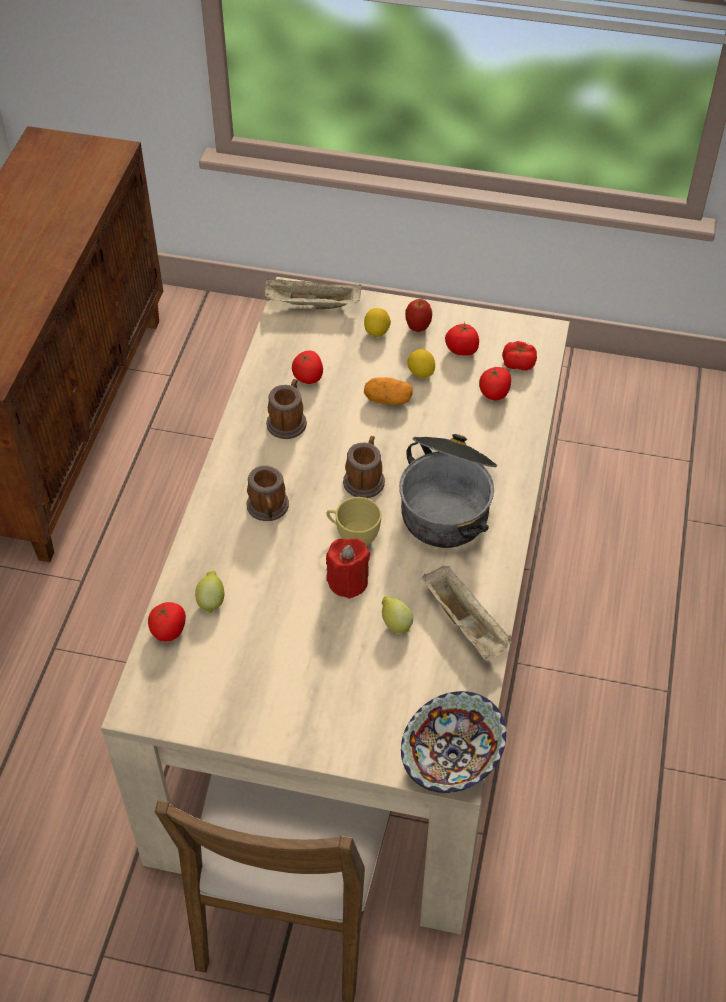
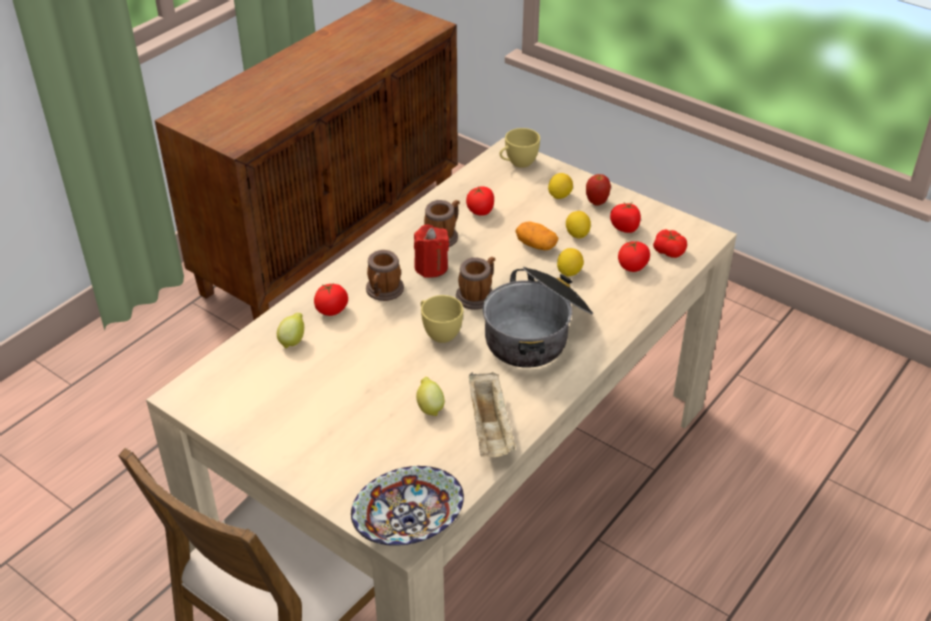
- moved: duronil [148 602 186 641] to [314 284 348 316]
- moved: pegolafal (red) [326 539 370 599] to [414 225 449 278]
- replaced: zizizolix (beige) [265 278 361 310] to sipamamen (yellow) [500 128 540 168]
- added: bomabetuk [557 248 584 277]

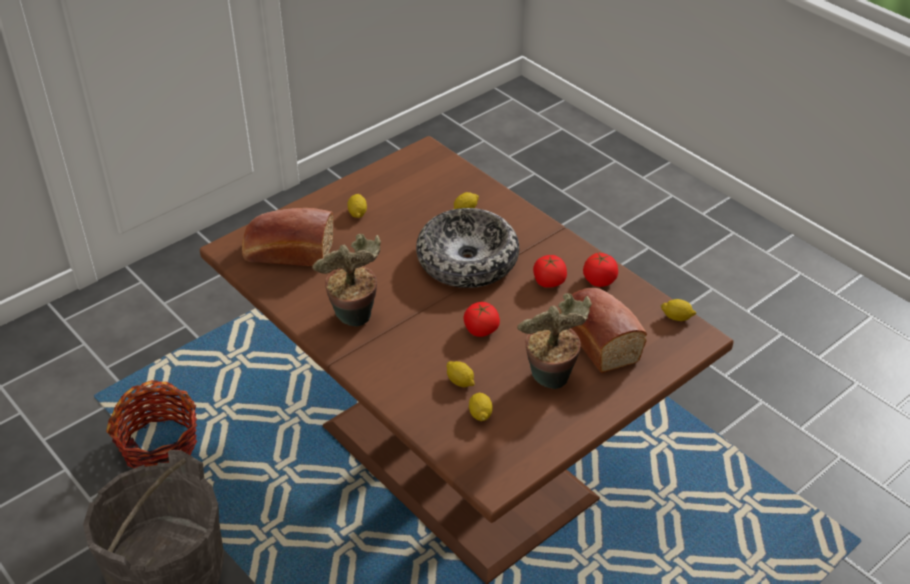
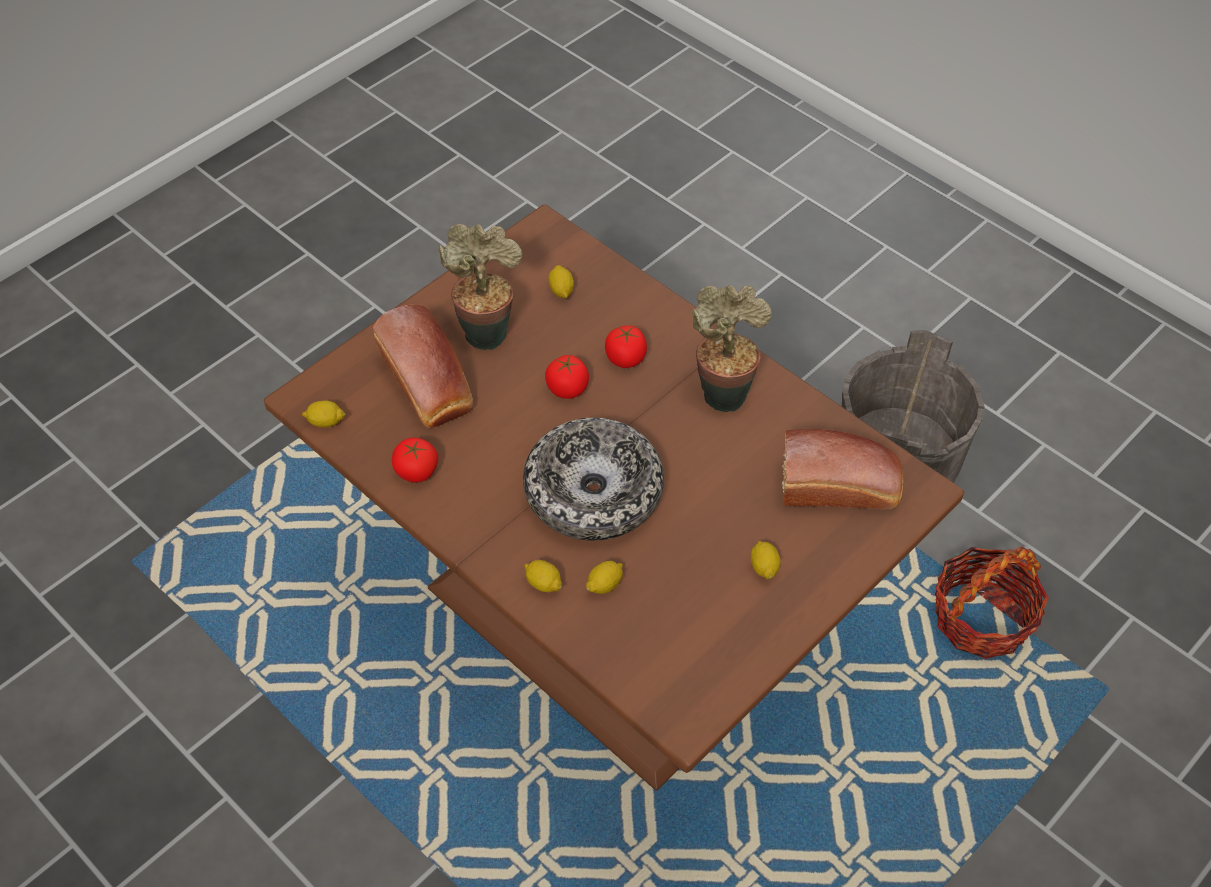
- moved: bomabetuk [446 361 475 387] to [524 560 562 592]
- moved: duronil [533 255 567 288] to [605 325 647 368]

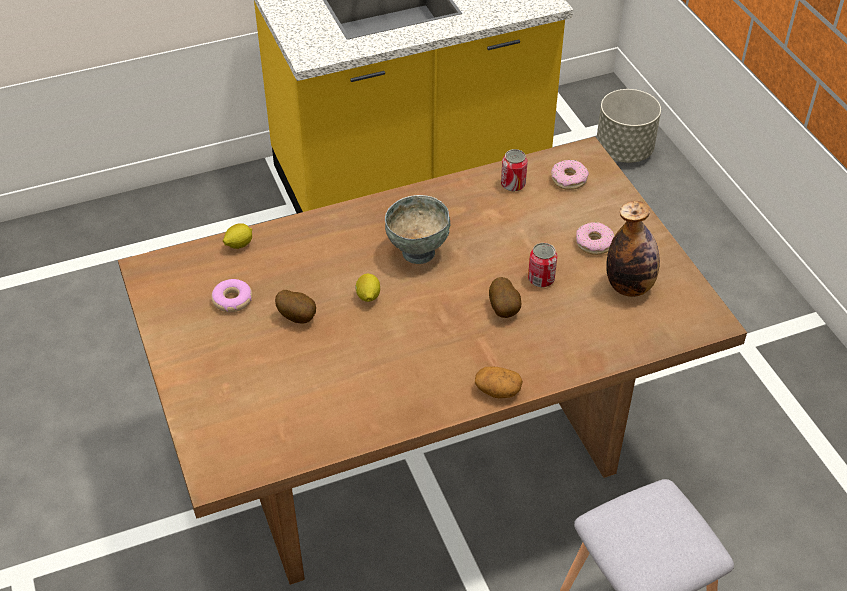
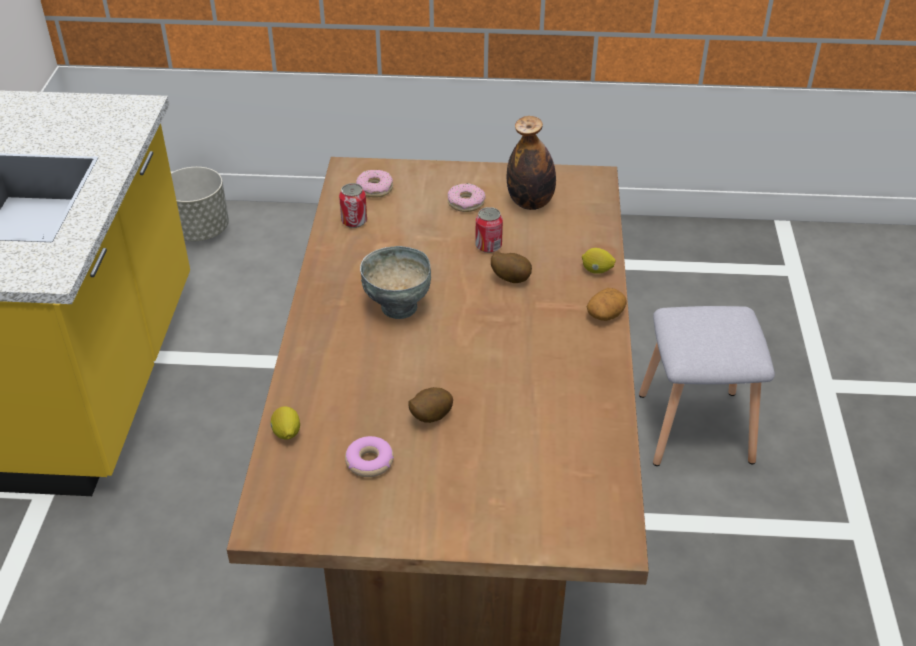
- moved: bomabetuk [355 274 380 302] to [582 248 616 274]

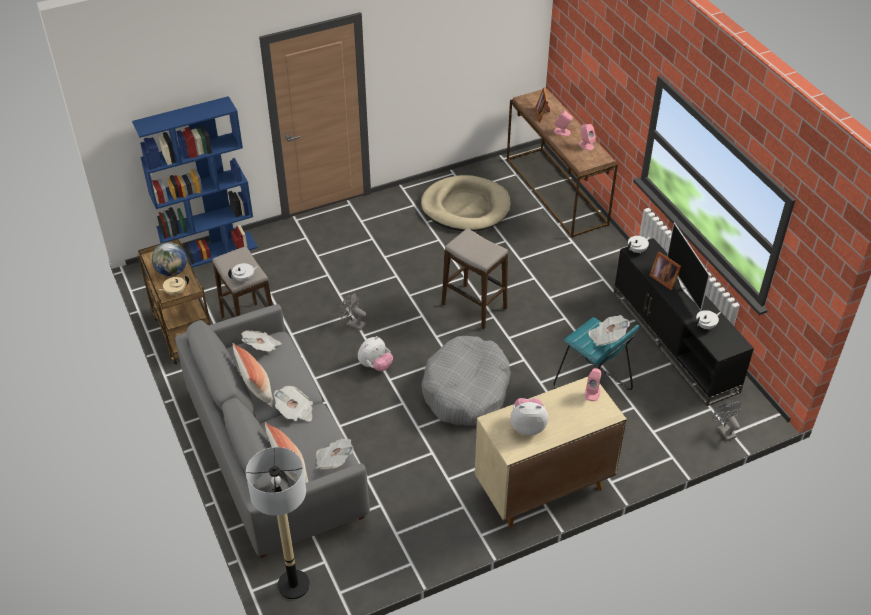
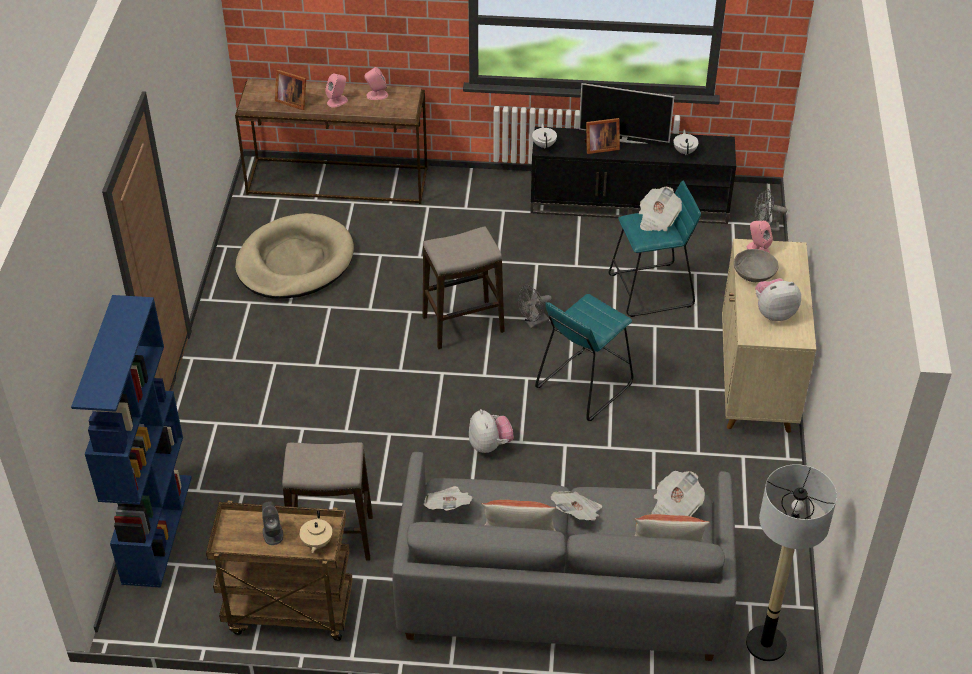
- replaced: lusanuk [152 242 187 277] to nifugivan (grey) [262 501 283 545]
- moved: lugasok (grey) [339 293 366 331] to [518 285 552 328]
- replaced: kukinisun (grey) [421 336 511 426] to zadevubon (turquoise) [535 294 633 421]
- added: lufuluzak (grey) [734 249 779 282]
- turned: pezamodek [510 398 548 436] = [755 278 801 321] 45 degrees clockwise
- removed: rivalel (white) [228 263 259 282]

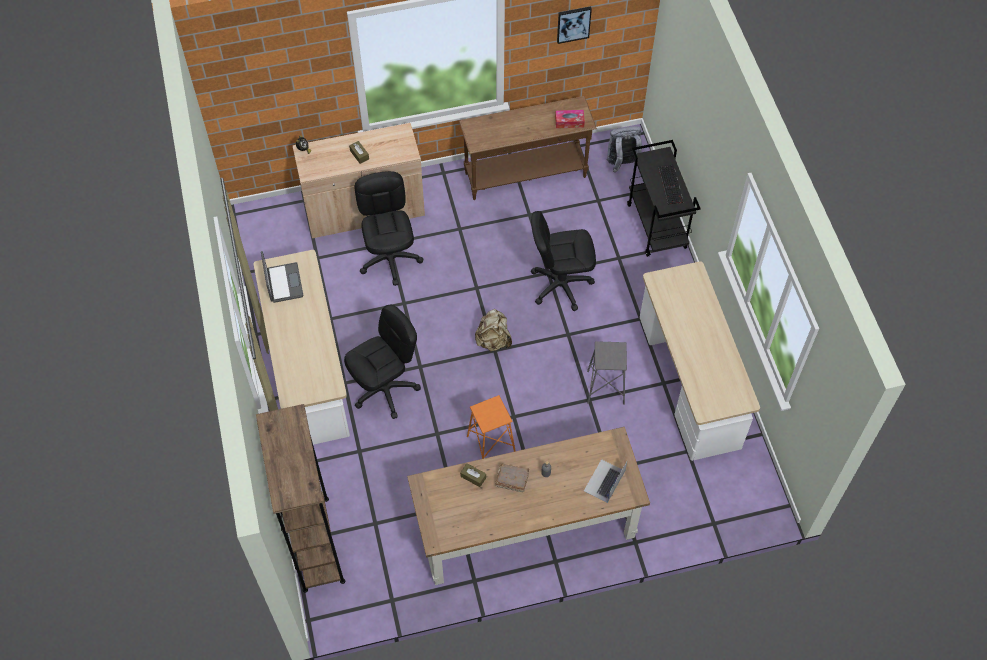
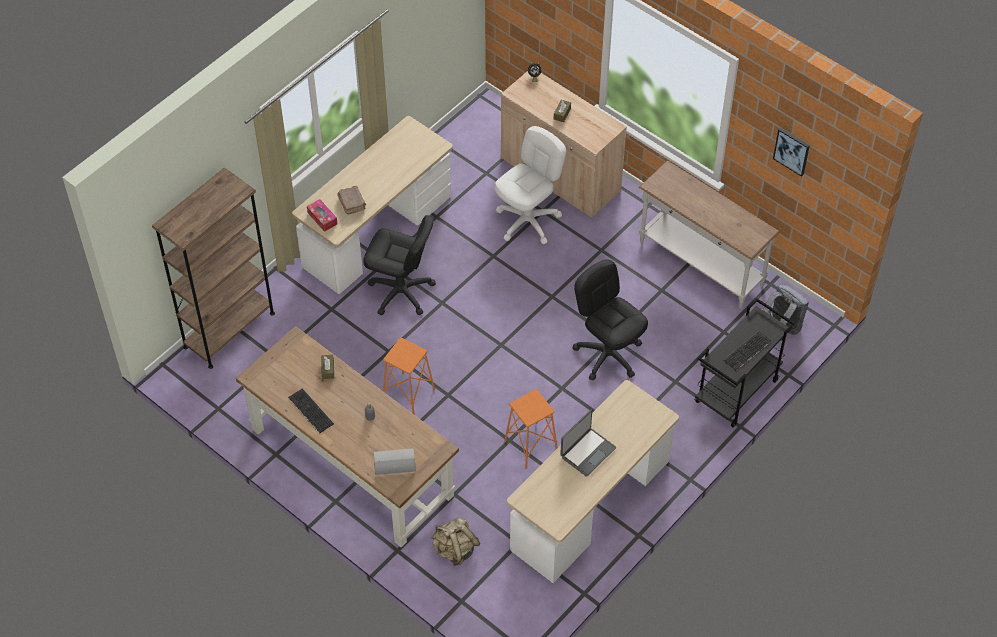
- added: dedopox [288 388 334 433]
- moved: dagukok [555 110 585 128] to [307 199 337 232]
- moved: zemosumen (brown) [495 464 529 492] to [338 186 366 215]
- moved: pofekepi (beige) [475 309 512 352] to [431 518 481 566]
- recoloured: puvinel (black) [354 171 423 286] to puvinel (white) [494 126 566 245]
- recoloured: zadevubon (grey) [587 341 627 405] to zadevubon (orange) [504 389 557 469]
- moved: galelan [261 251 303 303] to [560 410 616 477]
- recoloured: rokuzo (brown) [459 96 597 200] to rokuzo (white) [639 161 779 309]

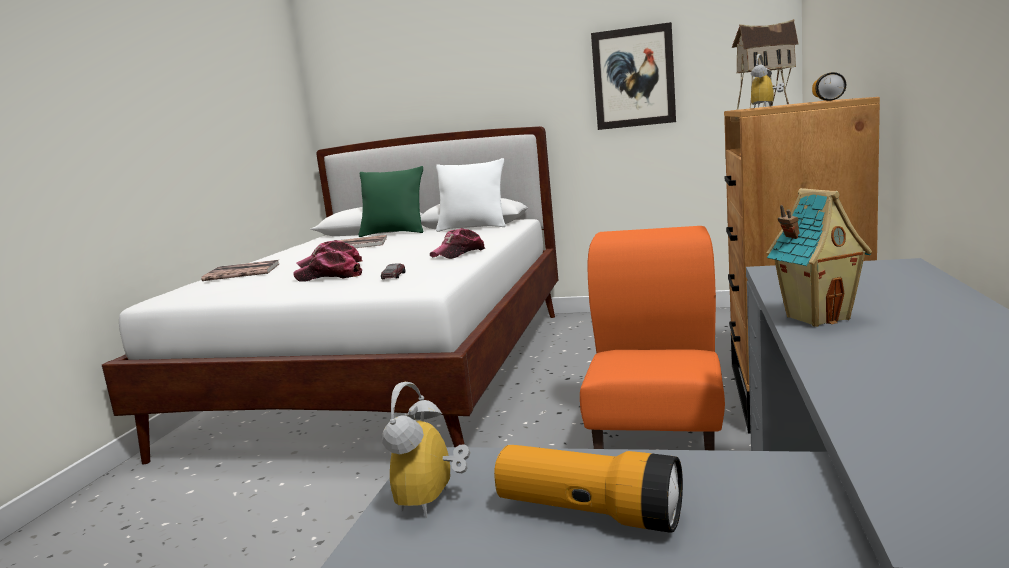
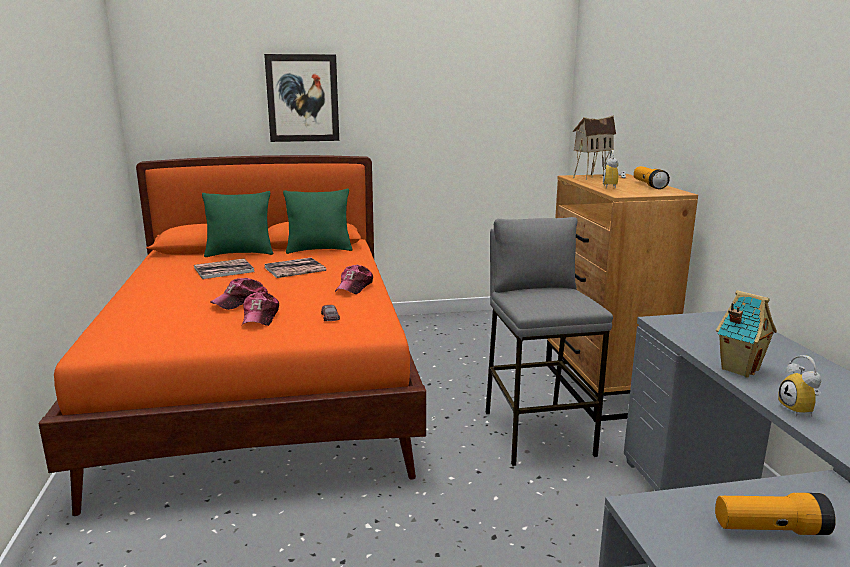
- recoloured: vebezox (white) [102 126 558 464] to vebezox (orange) [38 155 426 516]
- turned: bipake [294 250 362 282] = [242 291 279 326] 75 degrees counterclockwise
- moved: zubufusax [591 22 676 130] to [264 54 339 142]
- moved: zemosumen [201 260 279 281] to [264 258 326 278]
- recoloured: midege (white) [436 158 506 232] to midege (green) [283 189 352 254]
- replaced: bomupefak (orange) [580 226 725 450] to zadevubon (grey) [486 217 613 466]
- moved: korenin [381 382 470 518] to [778 355 821 417]

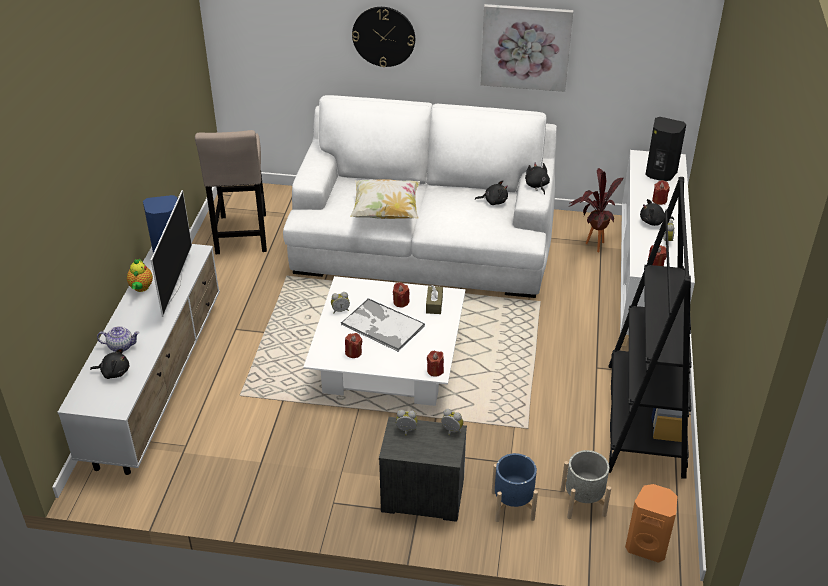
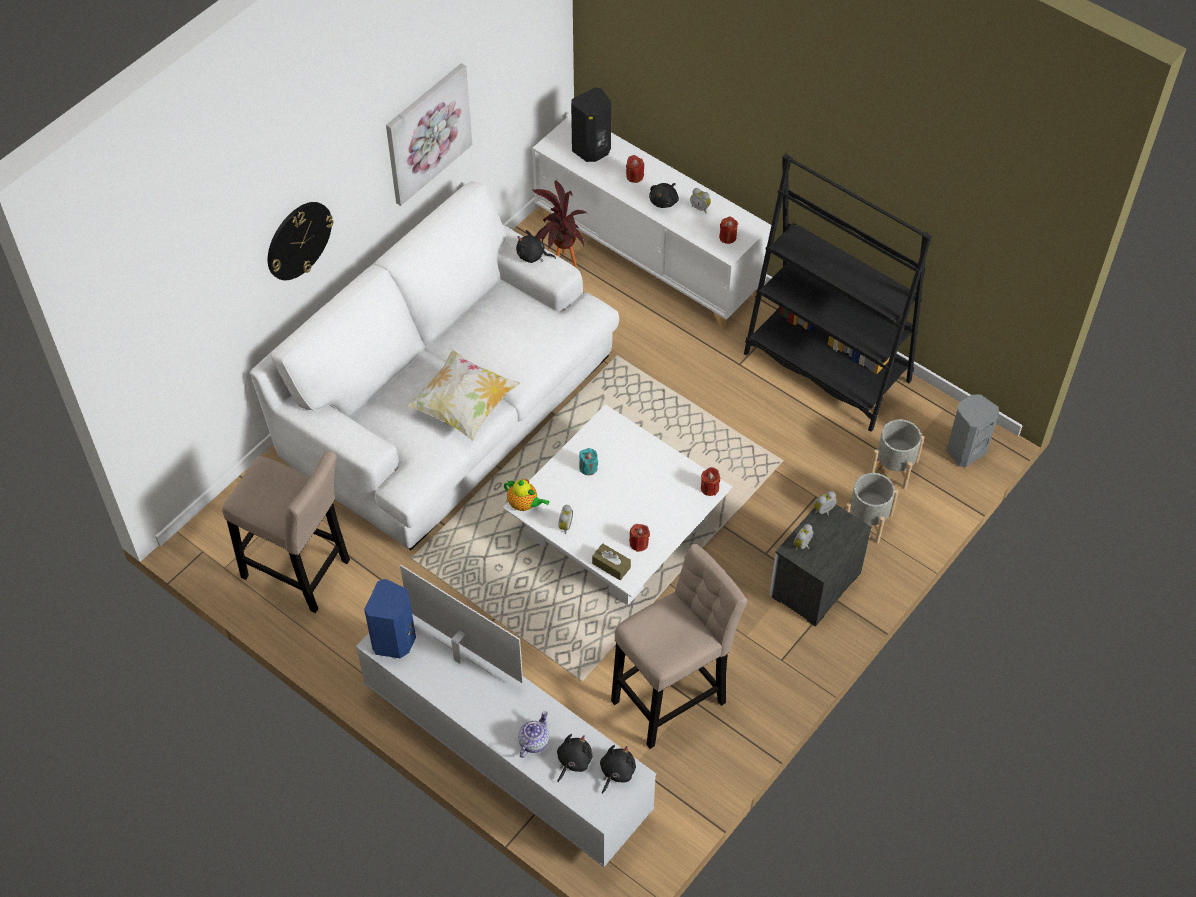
- moved: rivalel [127 259 153 292] to [504 479 549 511]
- recoloured: pegolafal (red) [393 282 410 307] to pegolafal (turquoise) [579 448 598 475]
- moved: dagukok (brown) [426 285 443 314] to [592 543 631 580]
- moved: pezamodek (black) [475 180 508 205] to [600 745 636 794]
- added: zadevubon (beige) [611 544 747 749]
- recoloured: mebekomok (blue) [492 453 538 522] to mebekomok (grey) [845 473 899 544]
- recoloured: nifugivan (orange) [625 484 678 563] to nifugivan (grey) [946 394 999 467]
- removed: zizizolix [341 298 425 352]

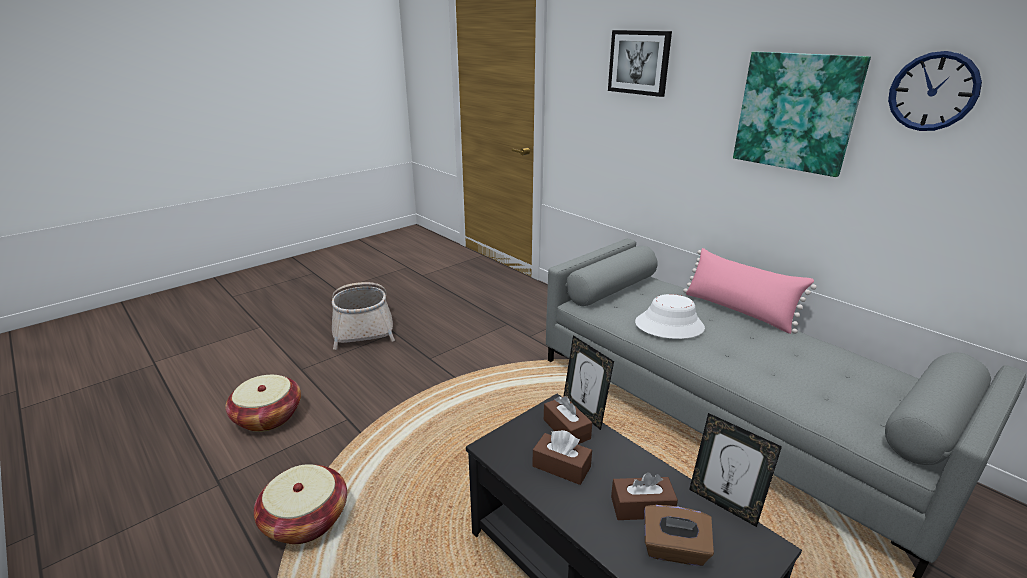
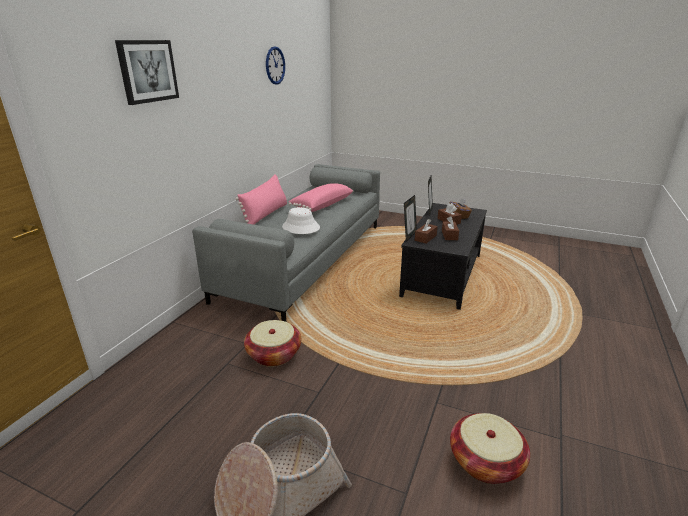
- moved: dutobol [254 464 347 544] to [244 320 301 367]
- added: midege (pink) [289 183 354 212]
- removed: zubufusax [733 52 871 177]

